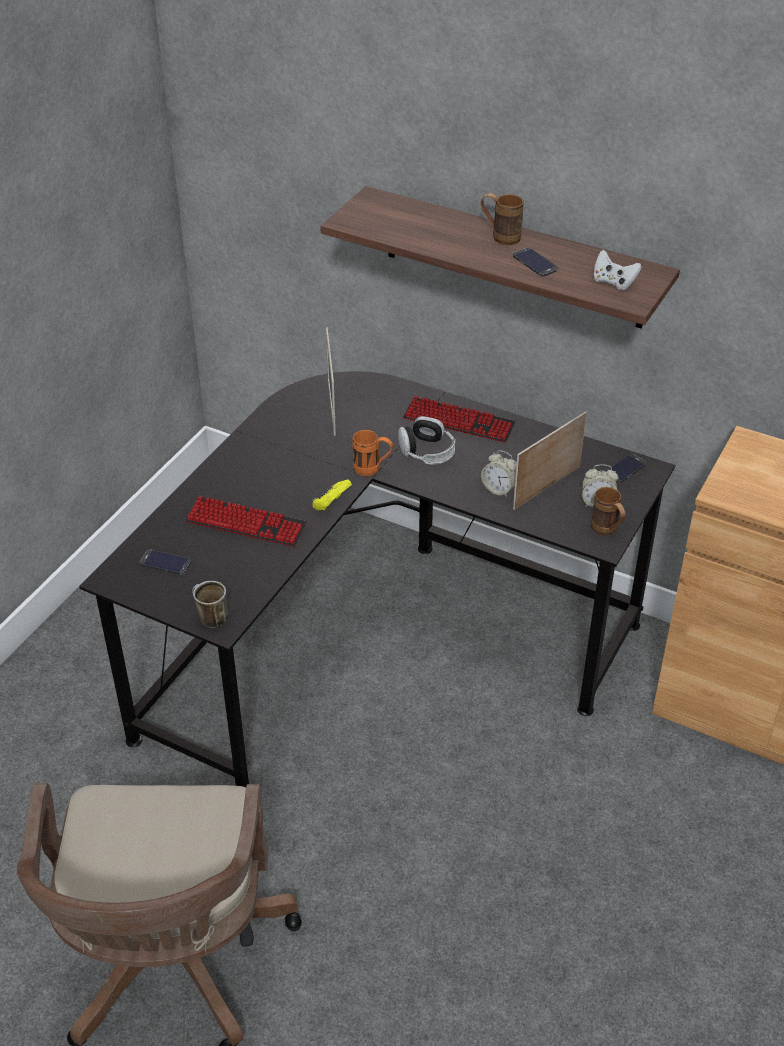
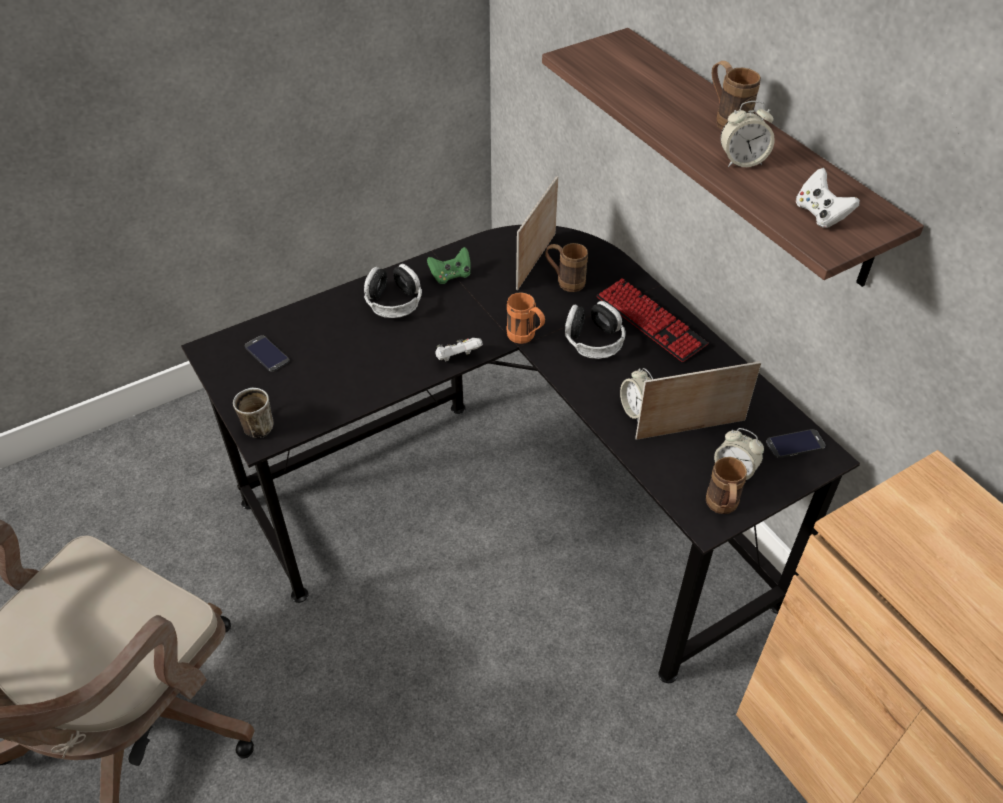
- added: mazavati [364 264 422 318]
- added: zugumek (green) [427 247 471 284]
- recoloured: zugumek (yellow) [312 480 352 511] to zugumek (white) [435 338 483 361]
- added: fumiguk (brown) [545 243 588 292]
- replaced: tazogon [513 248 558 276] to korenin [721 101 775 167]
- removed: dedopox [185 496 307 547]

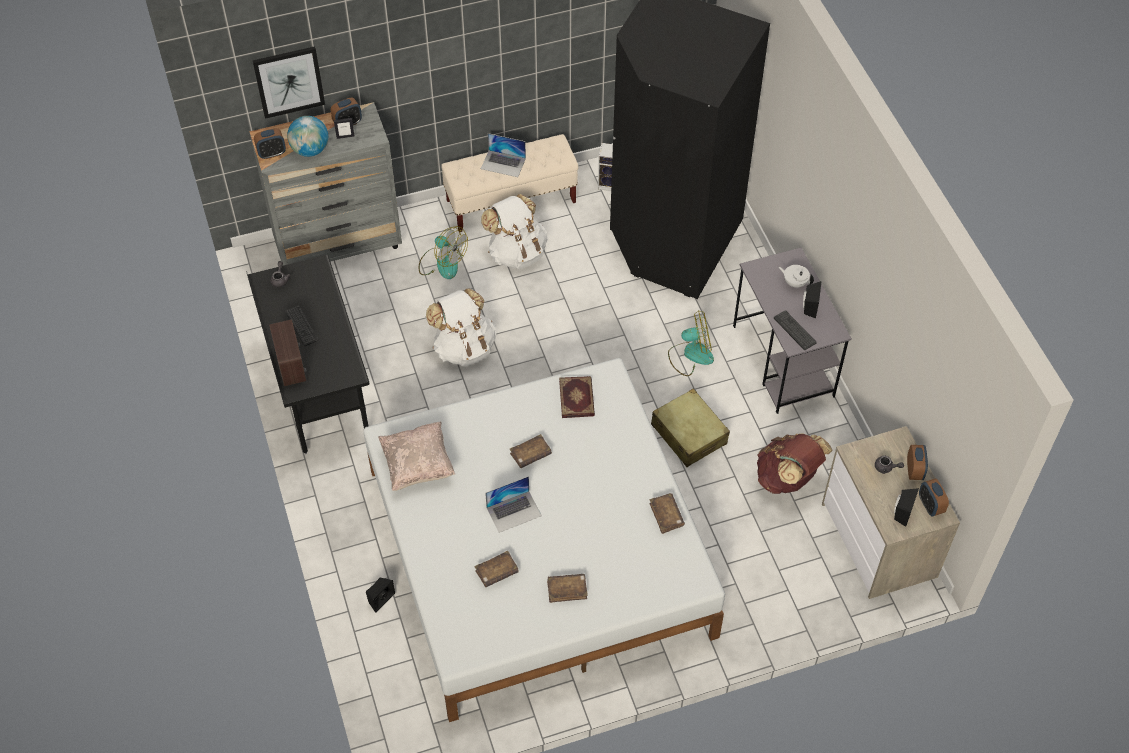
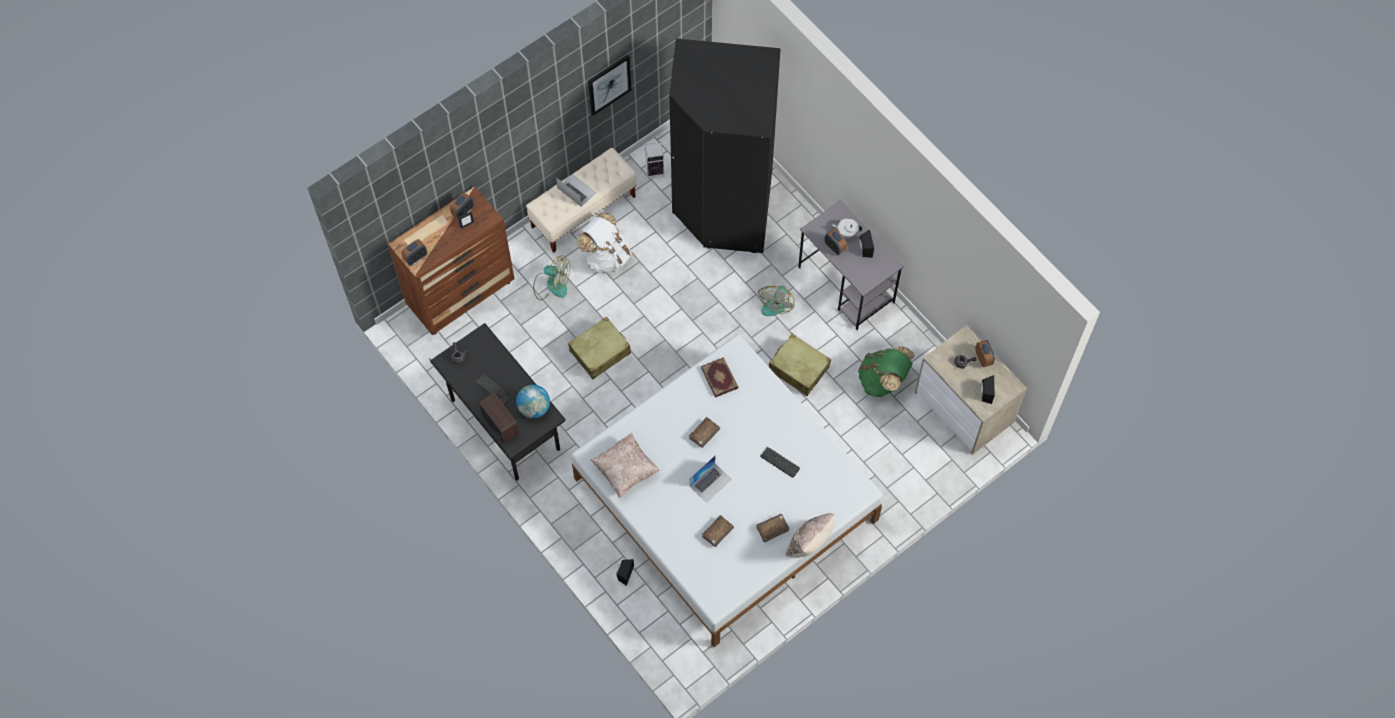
- recoloured: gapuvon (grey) [249 102 402 266] to gapuvon (brown) [388 186 514 335]
- moved: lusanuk [287 116 328 157] to [516 385 550 418]
- turned: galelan [481 133 526 177] = [556 174 596 207] 135 degrees counterclockwise
- replaced: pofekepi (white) [426 288 496 367] to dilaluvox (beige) [568 317 631 379]
- moved: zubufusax [252 46 325 119] to [588 55 631 116]
- turned: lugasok [668 310 714 376] = [758 286 795 316] 135 degrees clockwise
- moved: dedopox [774 310 817 350] to [761 447 800 478]
- added: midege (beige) [786 513 835 558]
- moved: korenin [919 478 949 516] to [824 229 847 255]
- recoloured: pofekepi (brown) [757 433 833 494] to pofekepi (green) [858 346 915 397]
- removed: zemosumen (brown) [650 493 685 534]

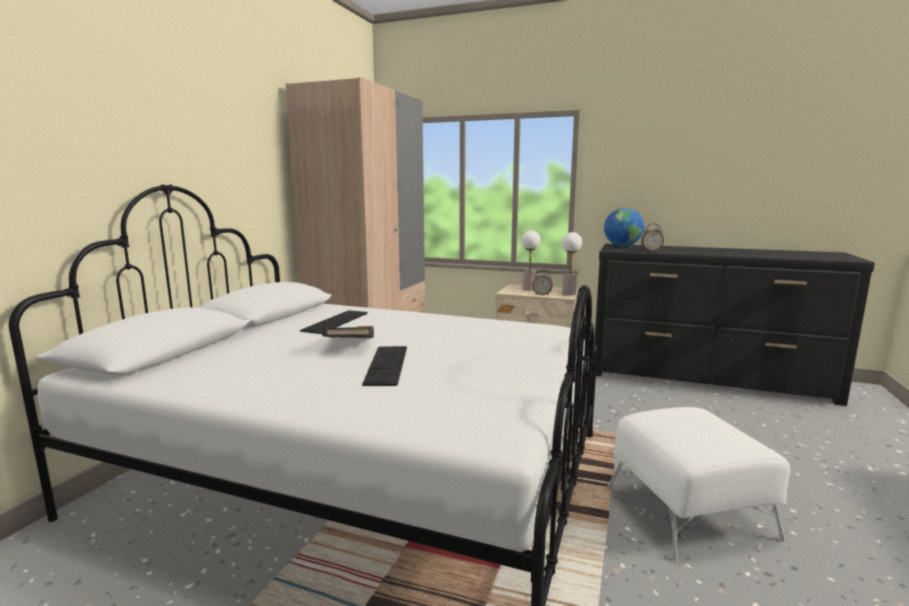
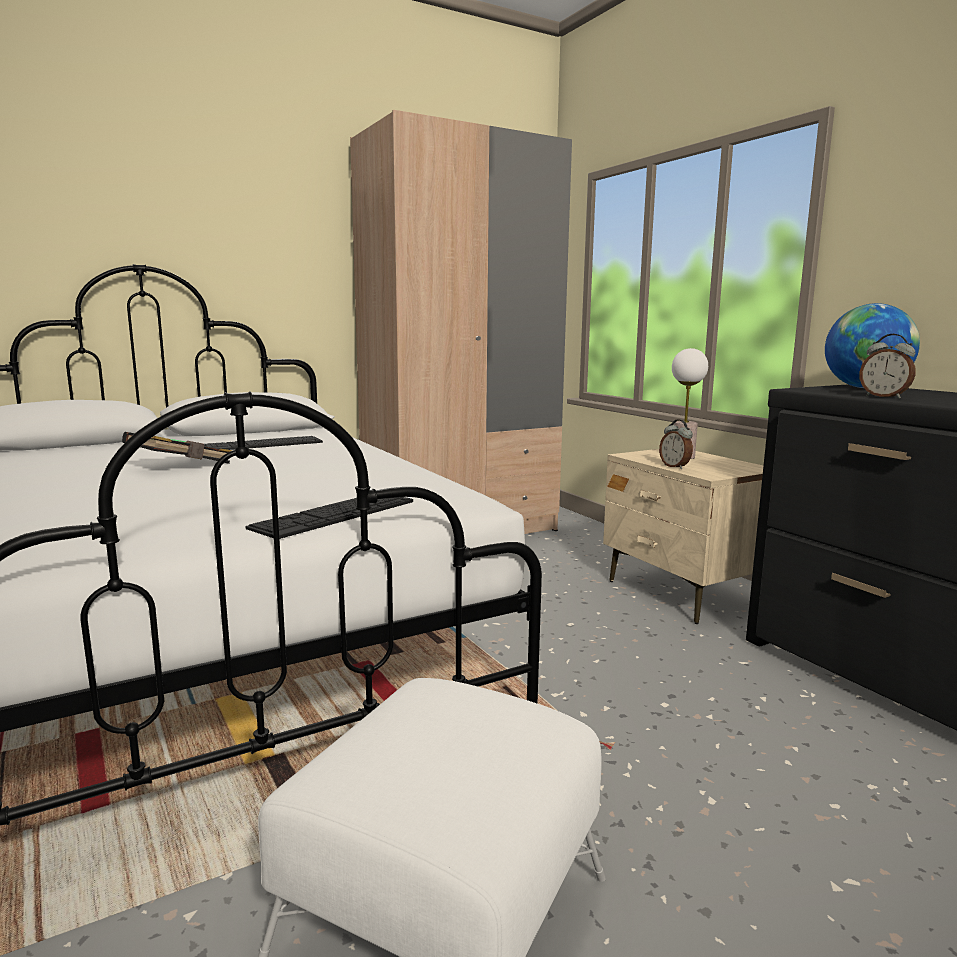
- moved: dedopox [362 346 407 386] to [245 497 413 539]
- removed: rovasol [562 232 582 295]

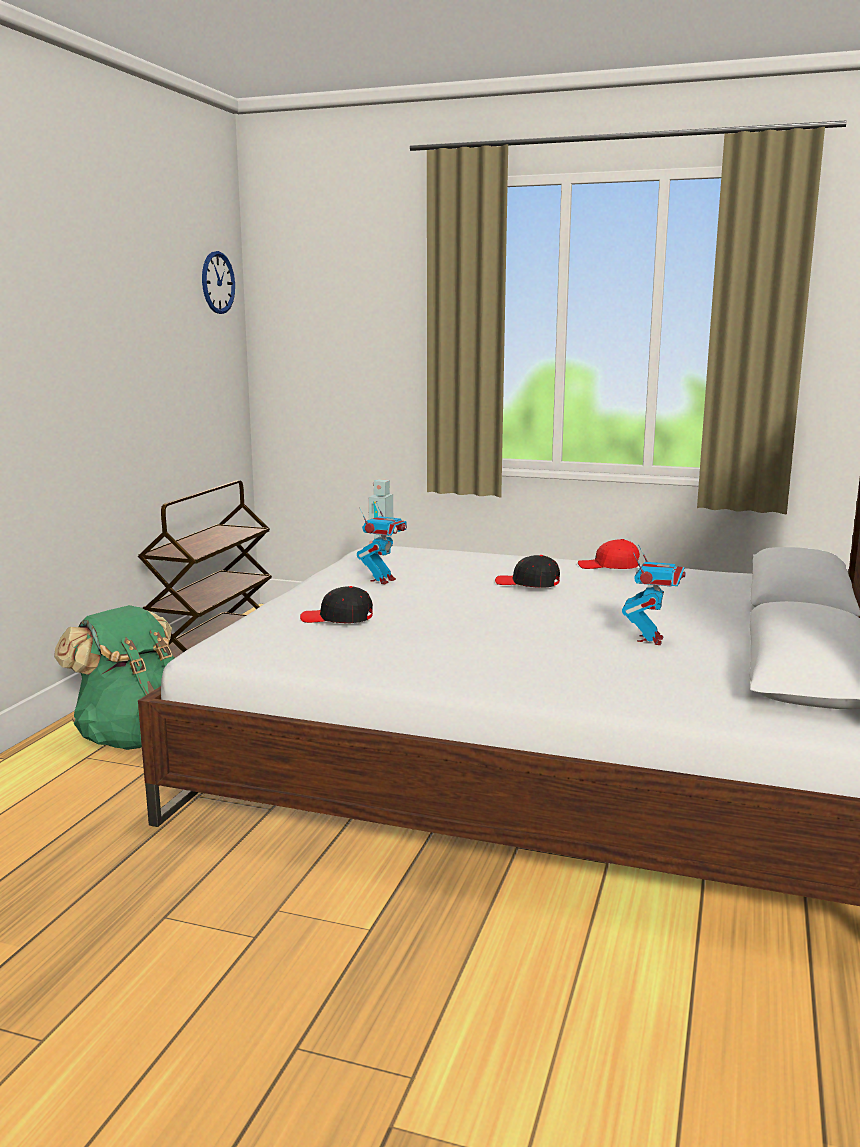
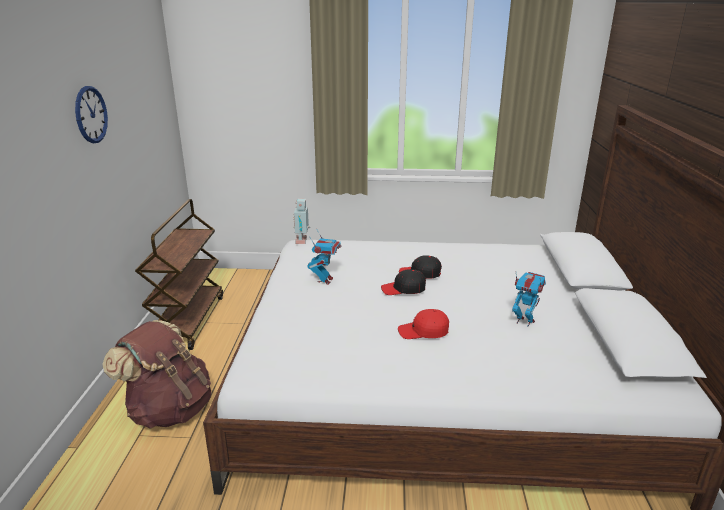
- moved: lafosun [202 251 235 314] to [75 86 108 143]
- recoloured: pofekepi (green) [54 605 174 750] to pofekepi (brown) [102 320 211 429]
- moved: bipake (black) [300 586 373 623] to [381 269 426 295]
- moved: bipake (red) [578 539 640 569] to [398 309 449 339]
- turned: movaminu [622 544 686 645] = [512 272 546 327] 60 degrees counterclockwise

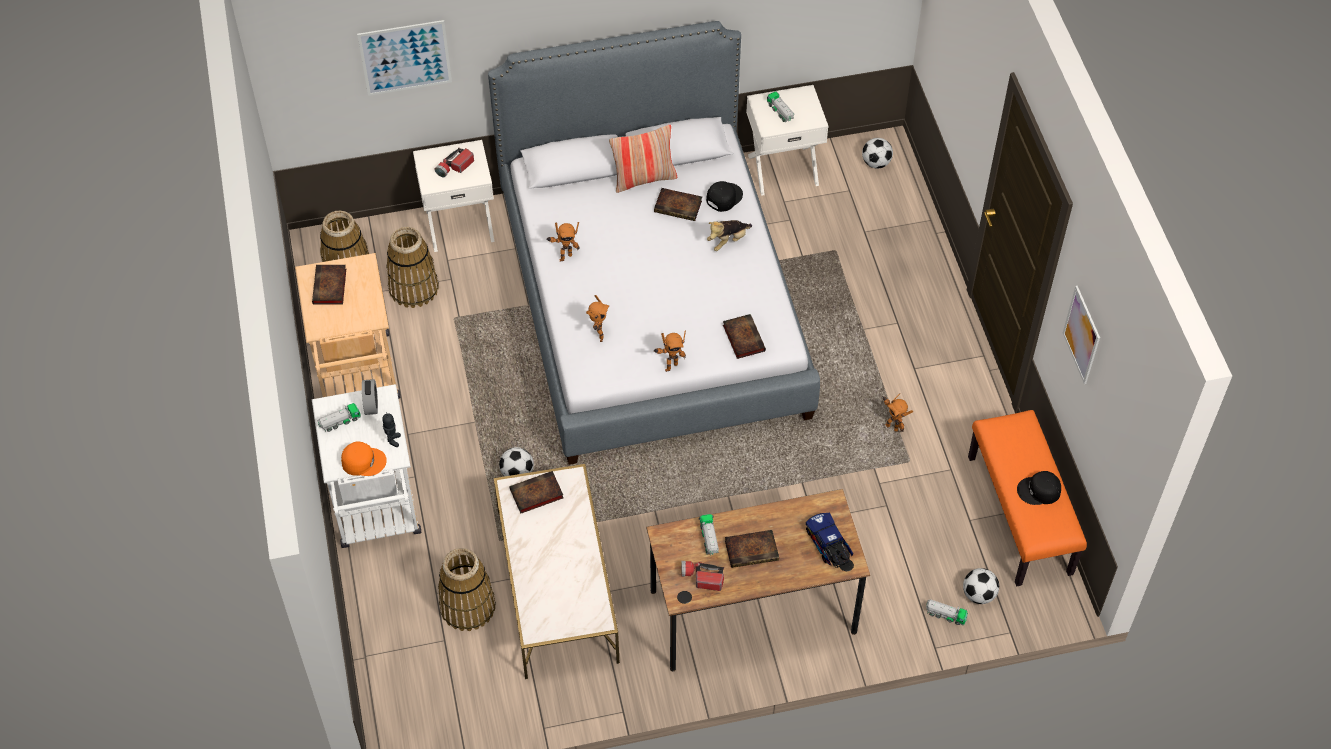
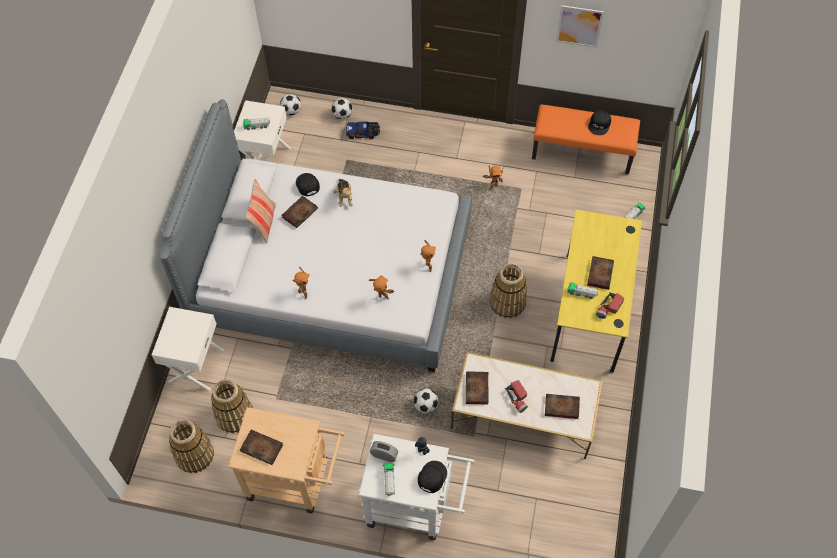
- moved: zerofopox [963 568 999 604] to [331 98 353 119]
- moved: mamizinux [805 512 853 568] to [346 121 380 139]
- recoloured: bipake (orange) [341 442 387 476] to bipake (black) [418 461 447 493]
- moved: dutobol [438 548 496 631] to [489 263 527 318]
- moved: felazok [435 148 474 177] to [505 380 528 413]
- moved: zemosumen [723 314 766 359] to [545 394 580 419]
- recoloured: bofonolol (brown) [646 489 870 671] to bofonolol (yellow) [550 210 642 373]
- removed: zubufusax [357 20 452 96]

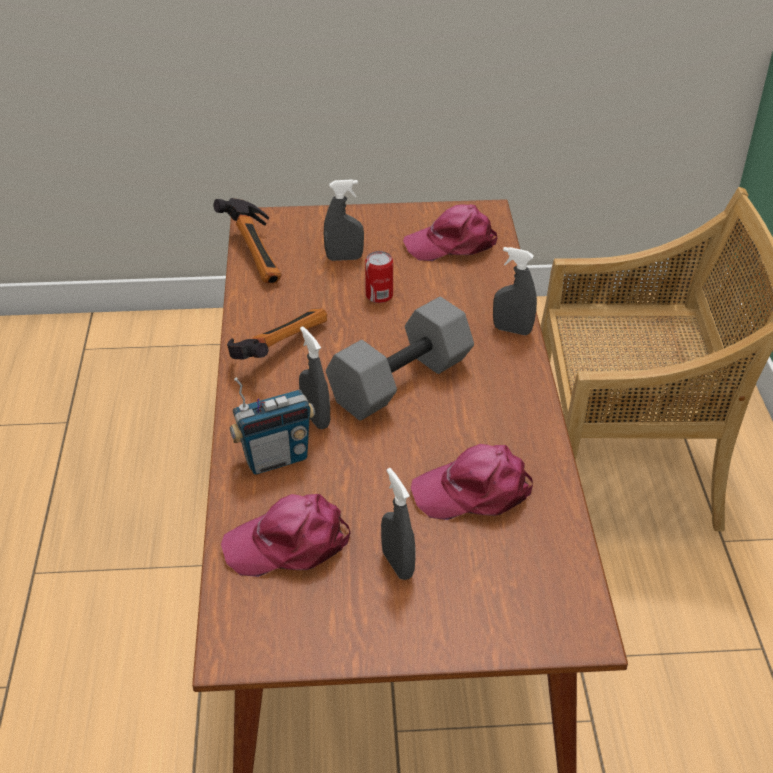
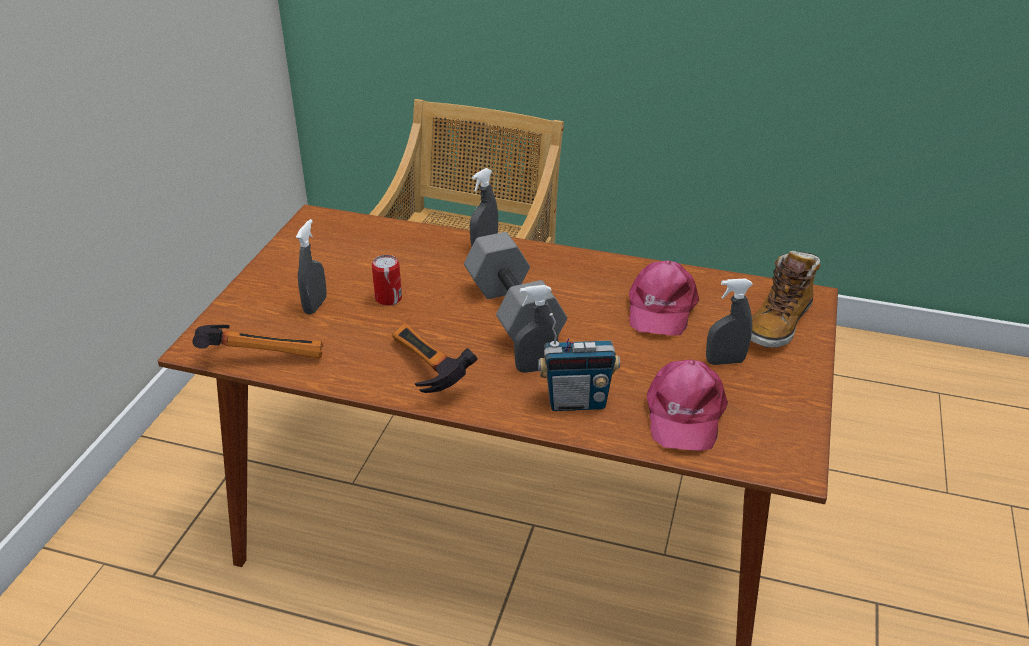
- turned: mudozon [230 377 315 475] = [538 313 620 411] 90 degrees clockwise
- added: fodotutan [751 251 821 348]
- removed: bipake (pink) [403 204 497 261]

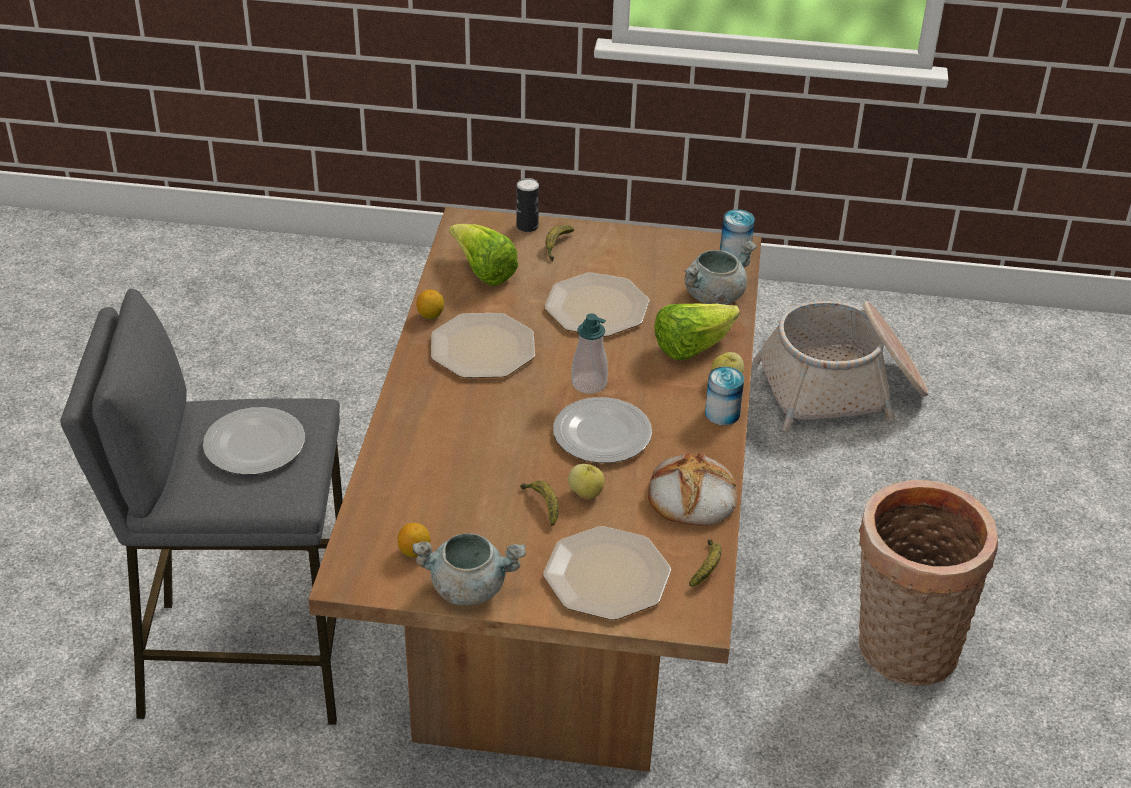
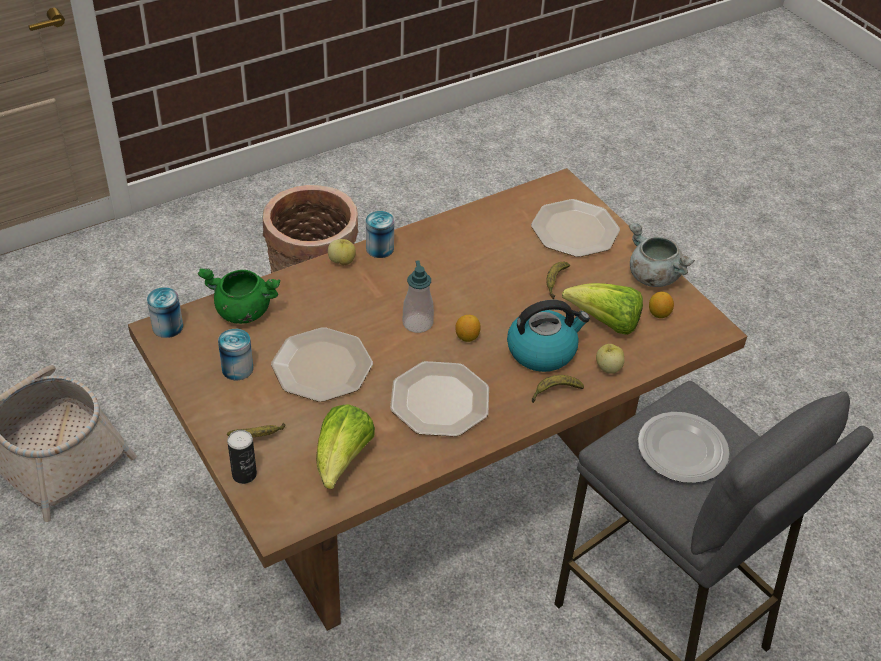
- recoloured: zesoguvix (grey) [684 240 757 305] to zesoguvix (green) [198 268 280 324]
- added: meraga [218 329 253 380]
- moved: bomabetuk [416 290 444 319] to [456 315 481 342]
- added: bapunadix [507 300 590 372]
- moved: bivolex [689 540 722 587] to [532 375 584 403]
- moved: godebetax [654 303 740 360] to [562 283 643 335]
- moved: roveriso [568 464 605 500] to [596 344 624 374]
- removed: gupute [553 397 652 463]
- removed: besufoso [648 453 737 526]

